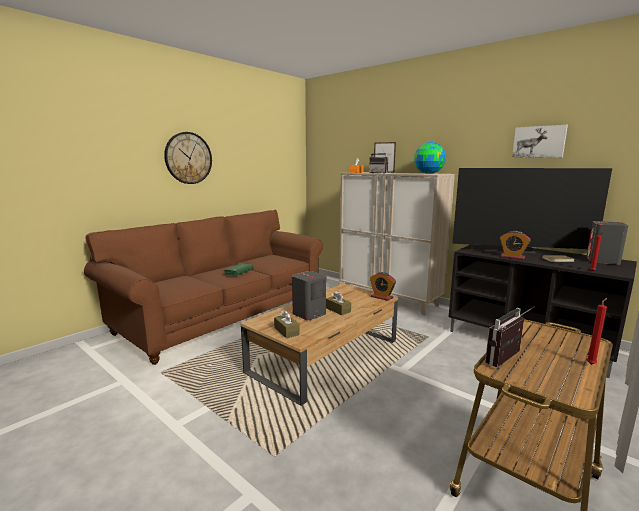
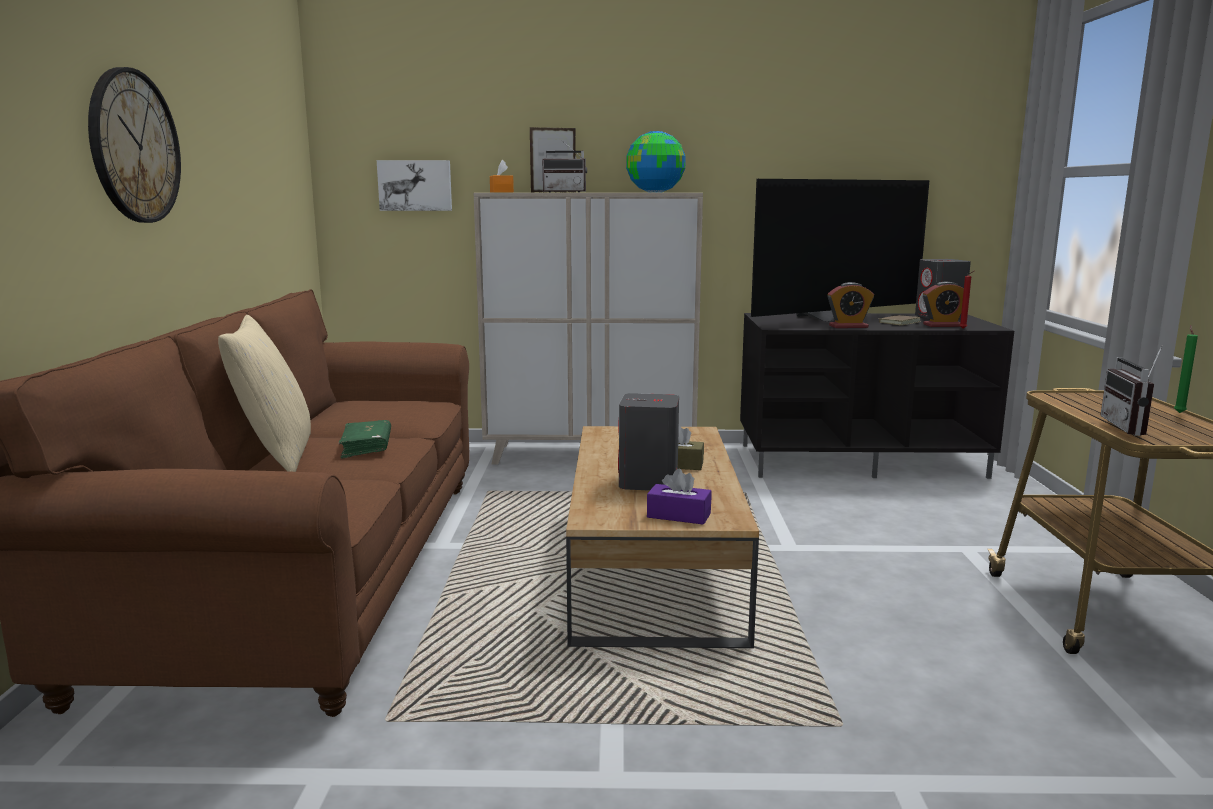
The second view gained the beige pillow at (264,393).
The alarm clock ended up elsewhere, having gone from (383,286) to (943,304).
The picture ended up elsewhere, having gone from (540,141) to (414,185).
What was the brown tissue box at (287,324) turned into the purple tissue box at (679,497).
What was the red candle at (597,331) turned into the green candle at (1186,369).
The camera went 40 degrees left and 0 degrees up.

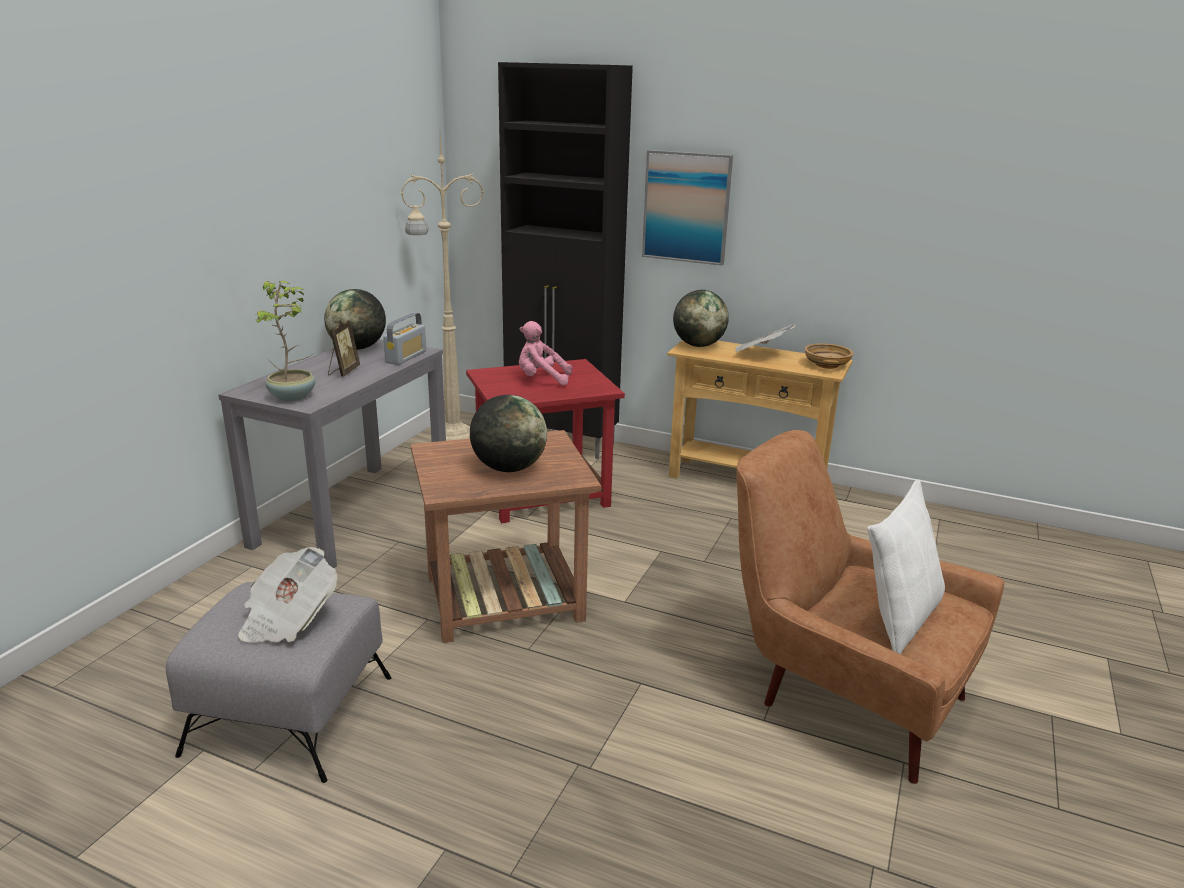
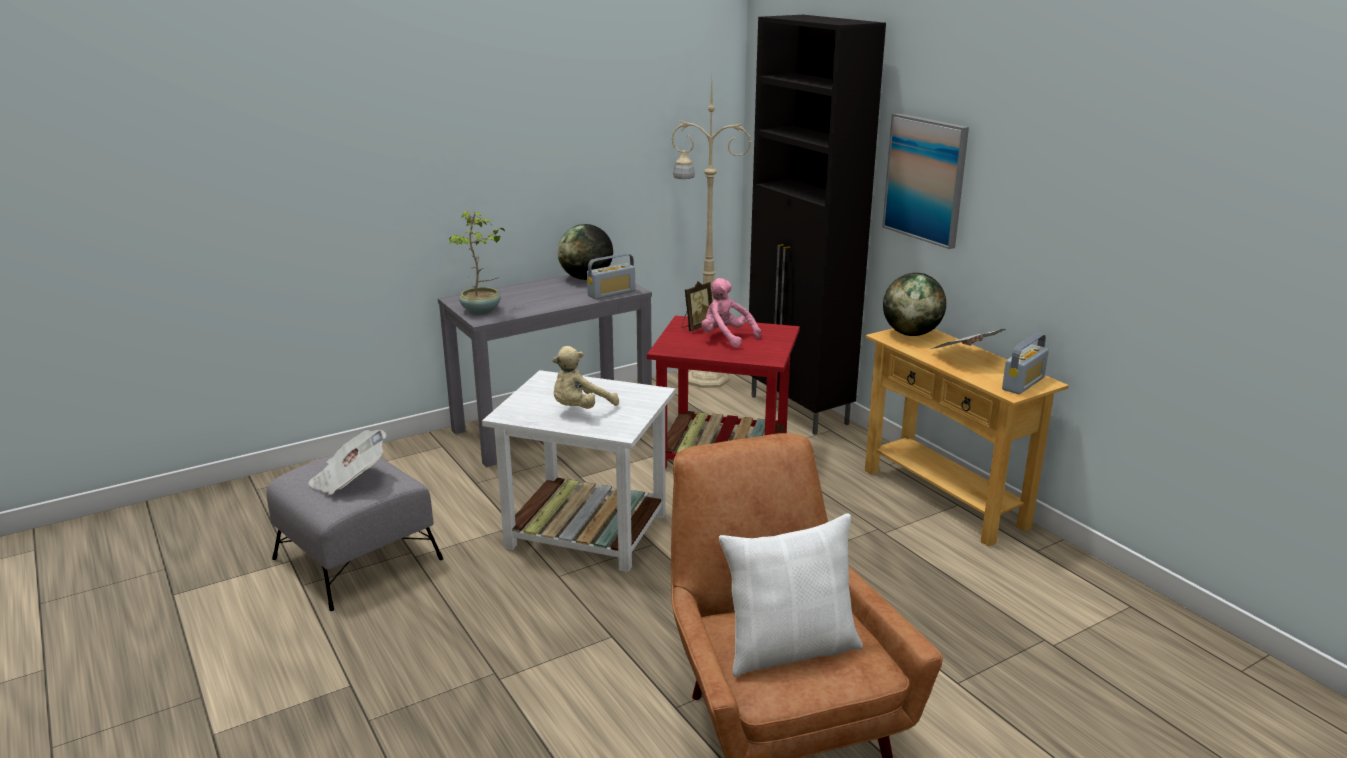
The picture frame ended up elsewhere, having gone from (344,348) to (697,306).
Where the globe stood at (508,433), the beige plush toy came to stand at (585,377).
Where the beige bowl stood at (829,356), the radio came to stand at (1025,363).
What was the brown side table at (506,536) turned into the white side table at (578,471).
The camera went 35 degrees right and 0 degrees up.

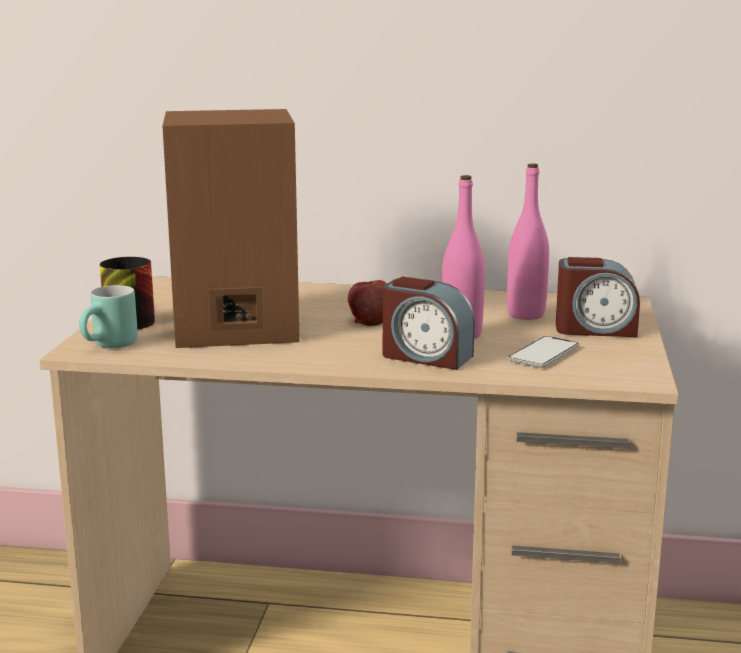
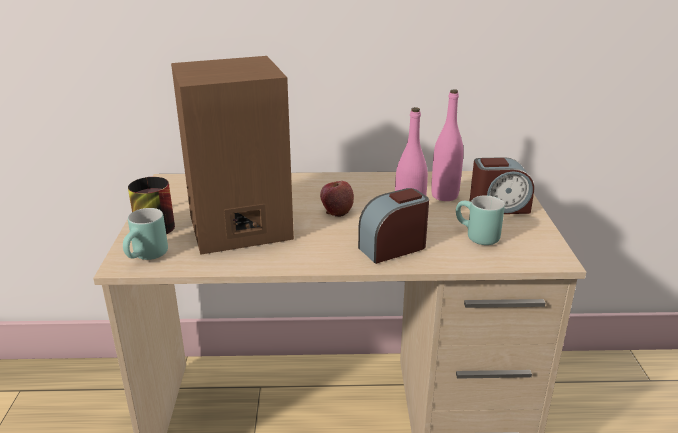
Where the phone stood at (543,352), the turquoise mug came to stand at (480,220).
The alarm clock at (429,323) ended up facing another way, 135 degrees clockwise from before.
The camera went 10 degrees left and 10 degrees up.

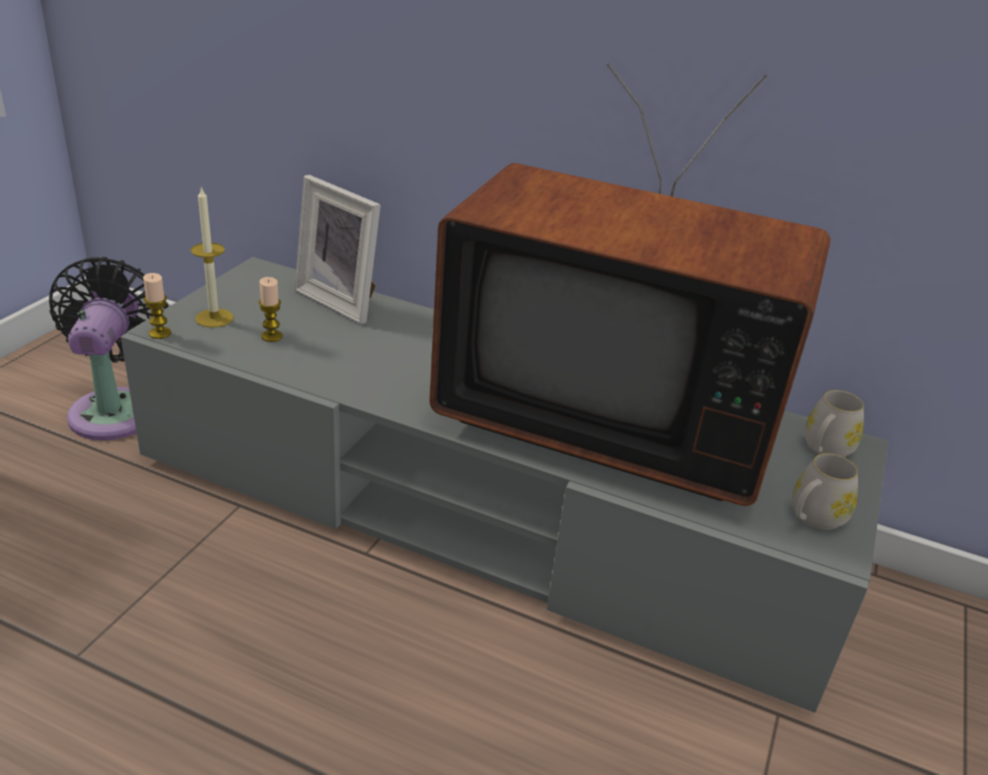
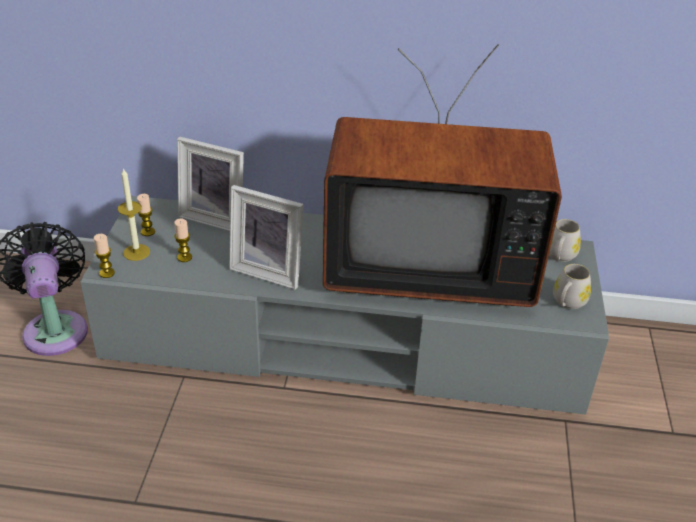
The second view gained the candle at (146,215).
The second view gained the picture frame at (266,237).
The camera went 15 degrees left and 5 degrees up.

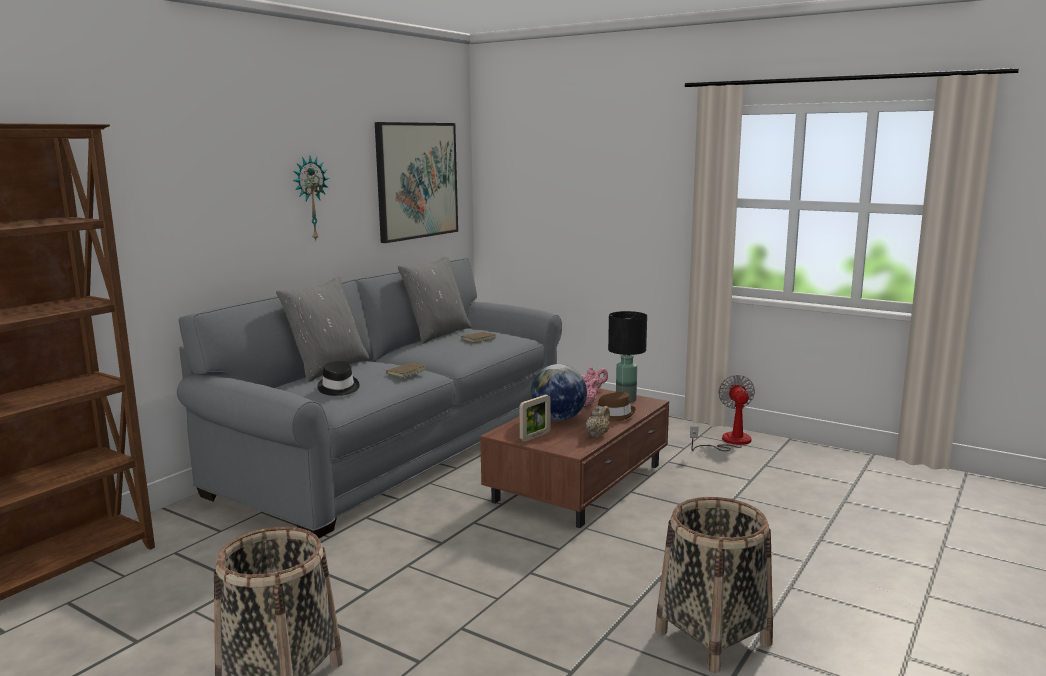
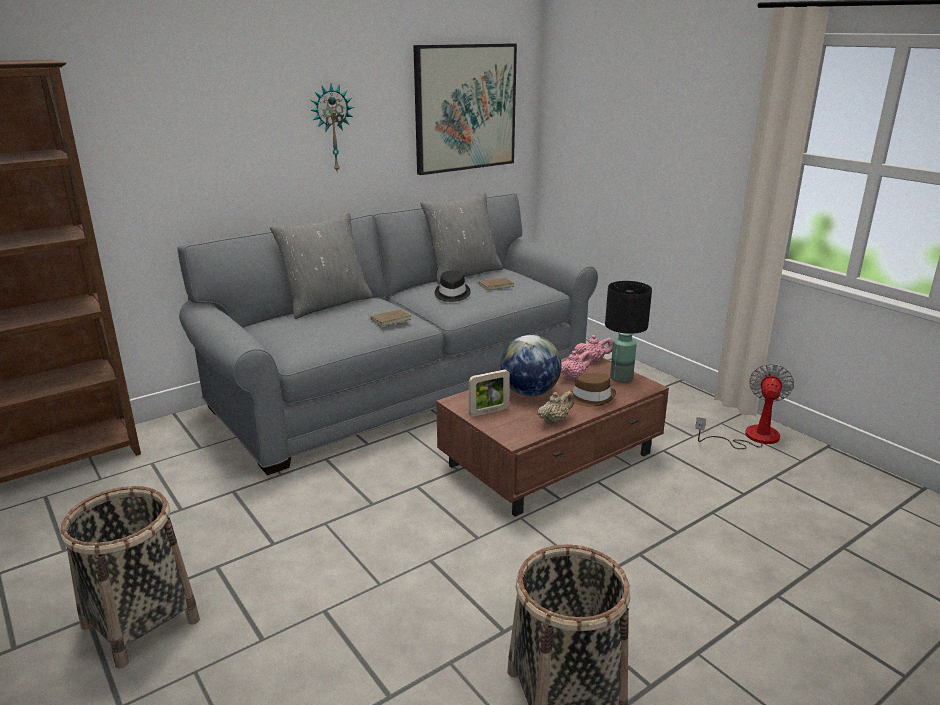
The black hat ended up elsewhere, having gone from (338,378) to (452,286).
The camera went 20 degrees right and 10 degrees up.

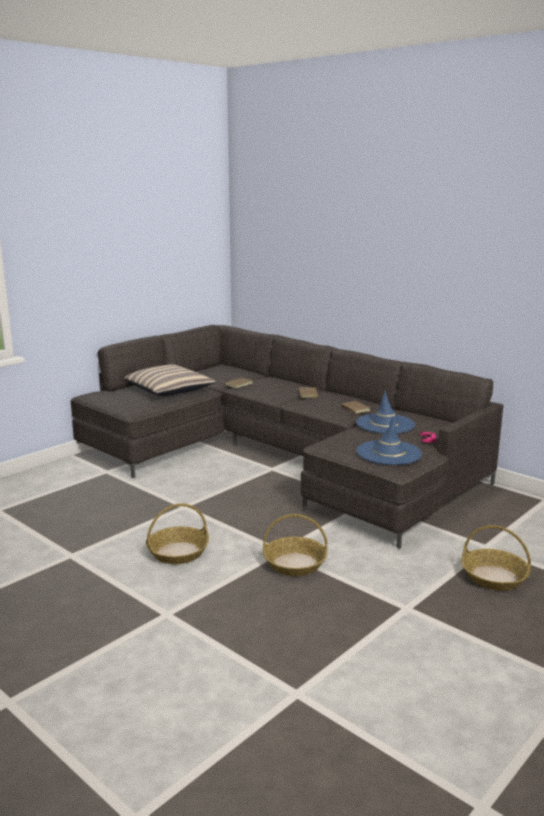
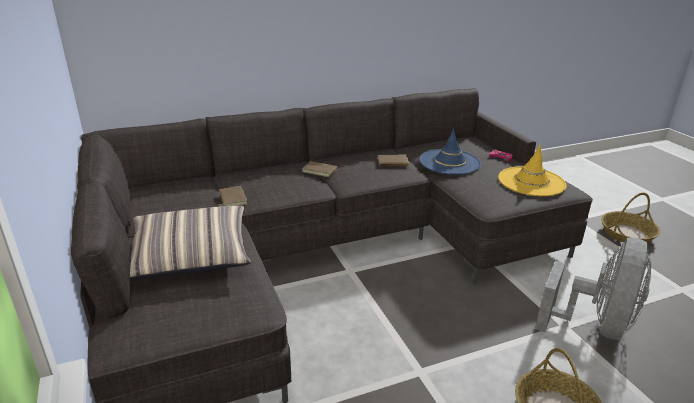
Where the basket stood at (295,545), the grey fan came to stand at (593,288).
What was the blue hat at (389,440) turned into the yellow hat at (532,170).
The camera went 65 degrees left and 10 degrees up.

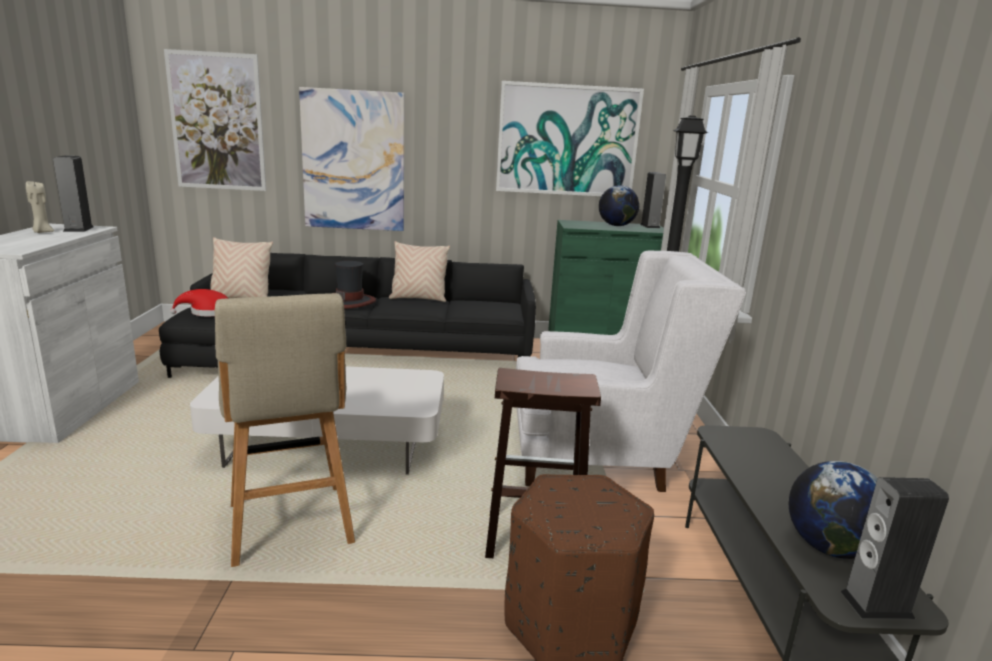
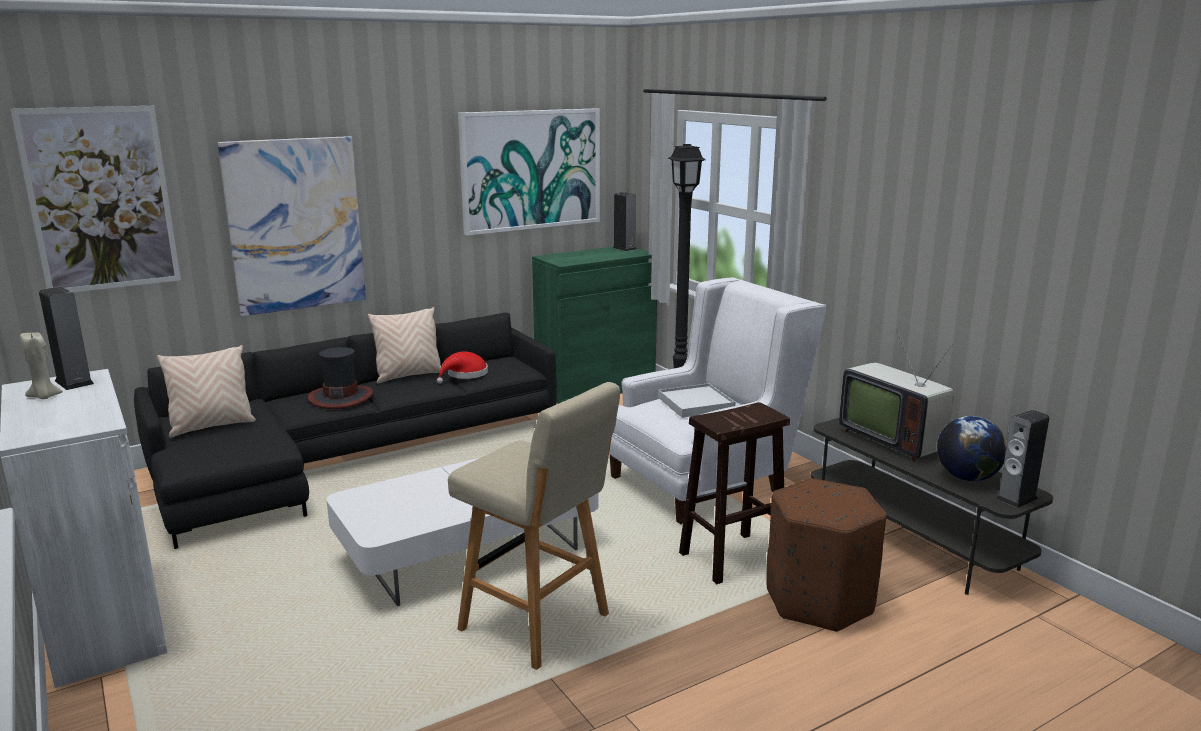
The second view lost the globe at (619,205).
The second view gained the white tray at (696,400).
The second view gained the television at (896,396).
The red hat ended up elsewhere, having gone from (199,302) to (462,368).
The camera went 30 degrees left and 0 degrees up.

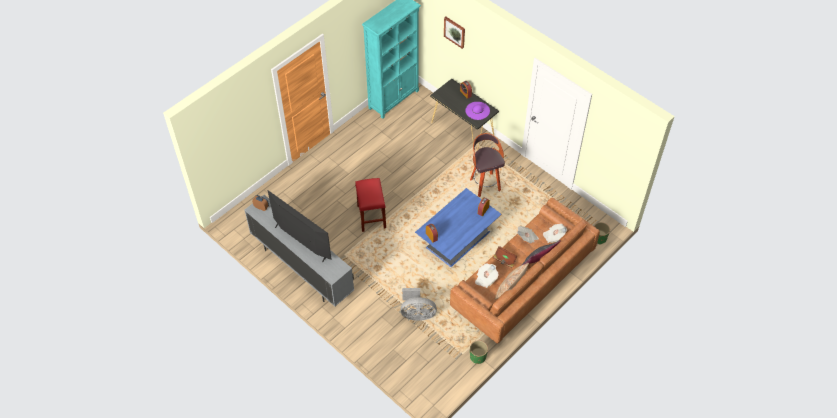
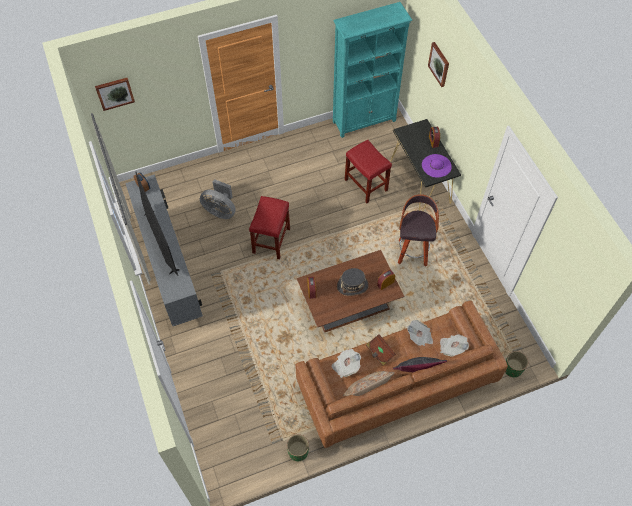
The second view gained the picture at (115,94).
The second view gained the grey hat at (353,282).
The second view gained the red stool at (368,171).
The grey fan ended up elsewhere, having gone from (418,304) to (217,199).
What was the blue coffee table at (458,227) turned into the brown coffee table at (350,291).
The camera went 25 degrees right and 5 degrees up.

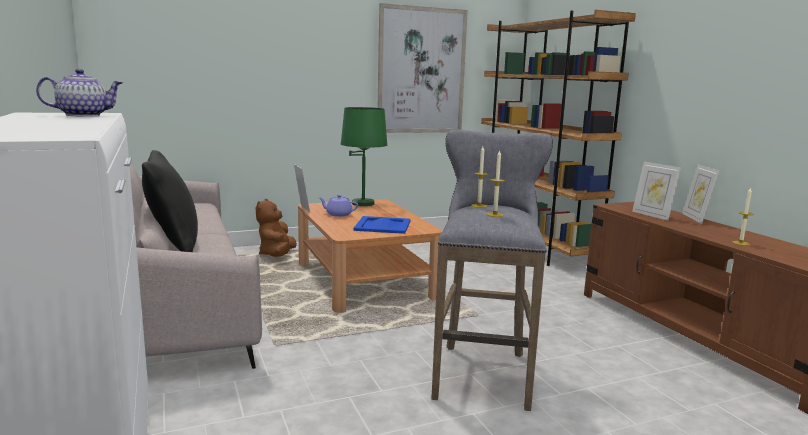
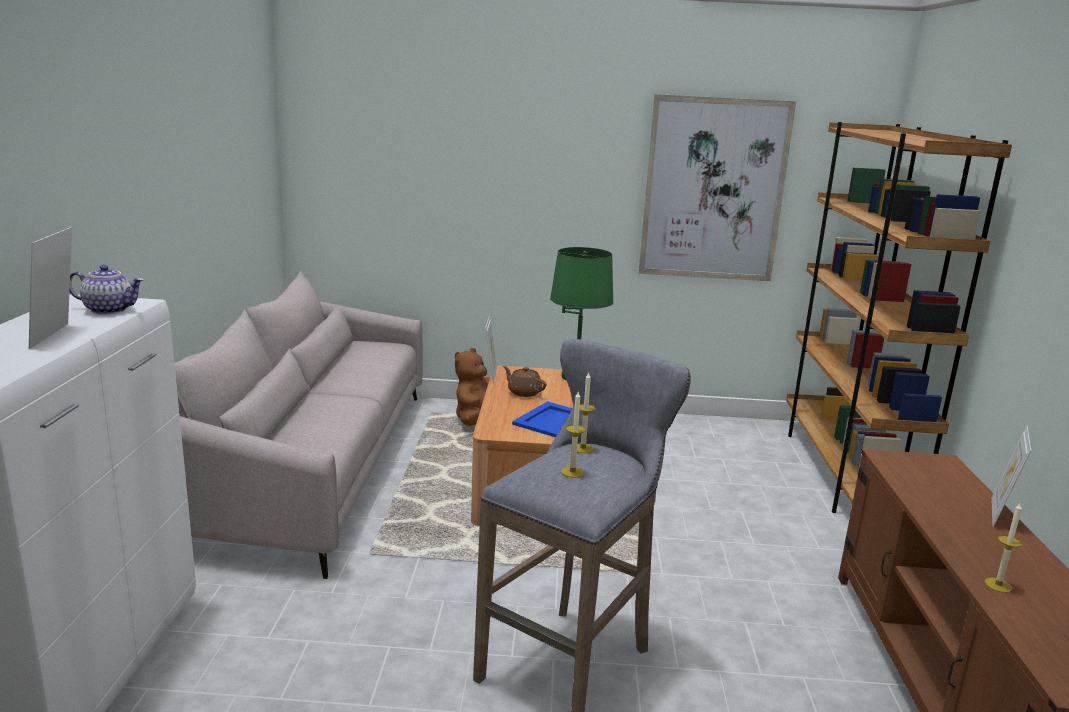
The second view lost the black pillow at (170,201).
The picture frame ended up elsewhere, having gone from (656,190) to (50,288).
What was the purple teapot at (338,206) turned into the brown teapot at (524,381).
The camera went 25 degrees right and 5 degrees up.

